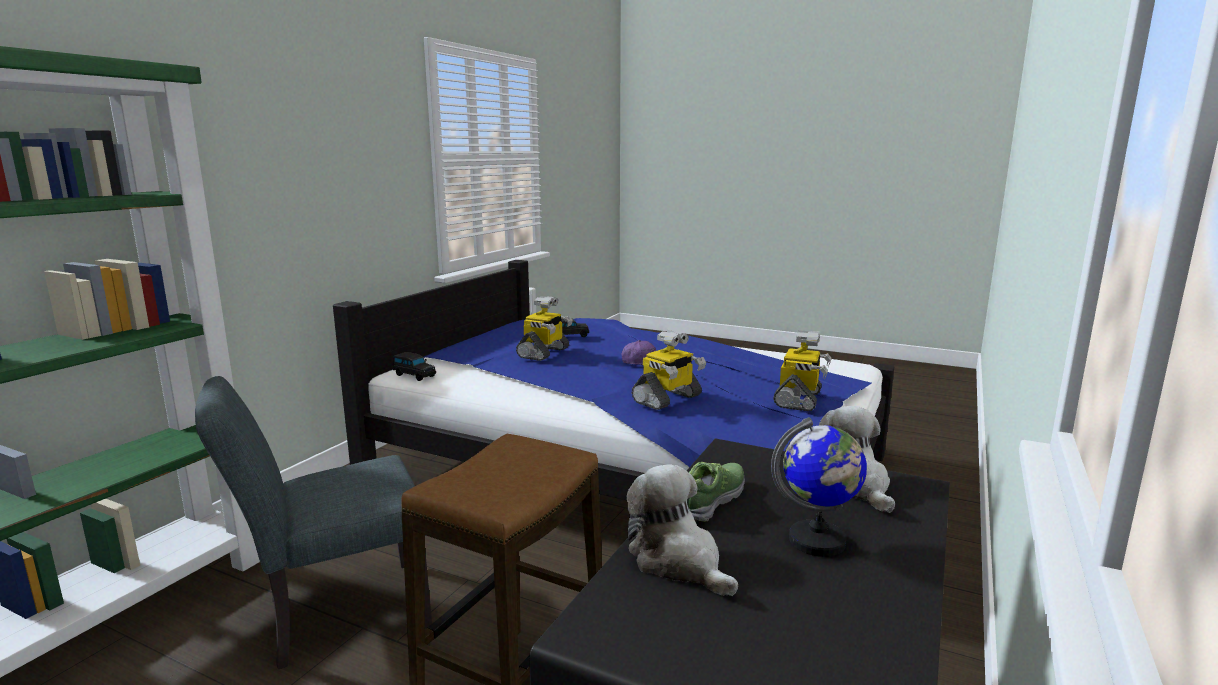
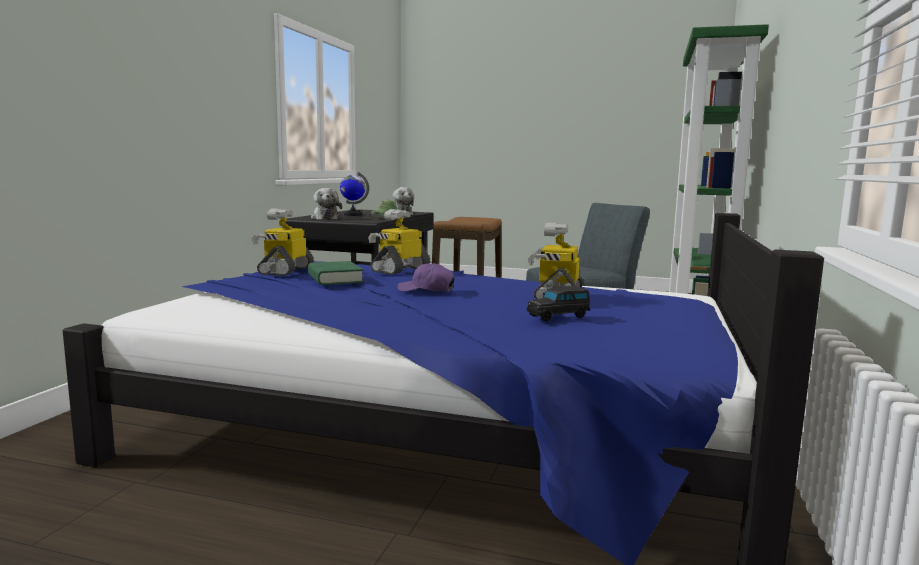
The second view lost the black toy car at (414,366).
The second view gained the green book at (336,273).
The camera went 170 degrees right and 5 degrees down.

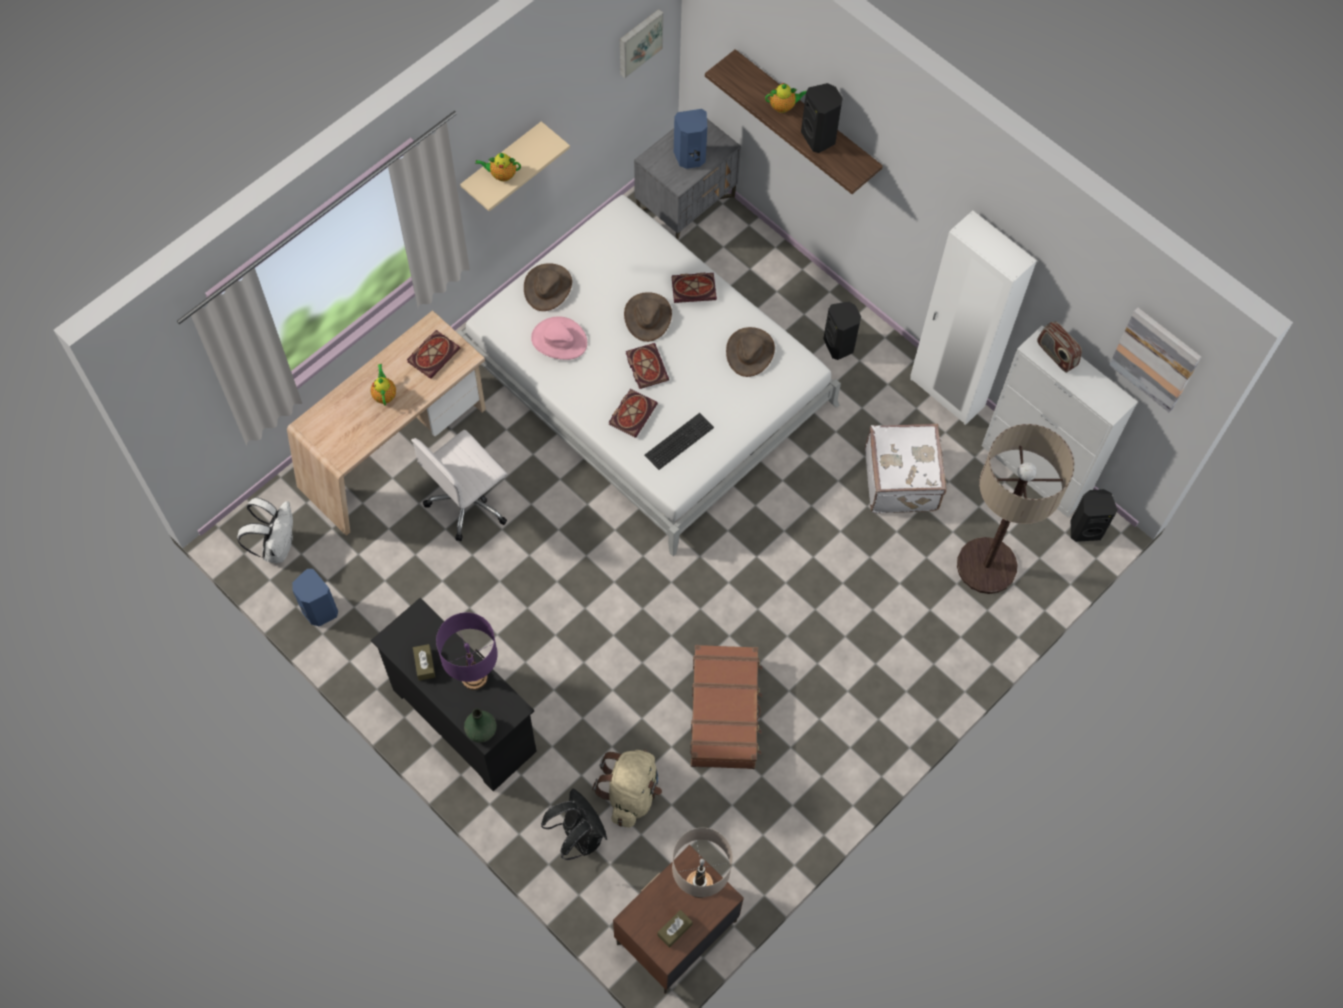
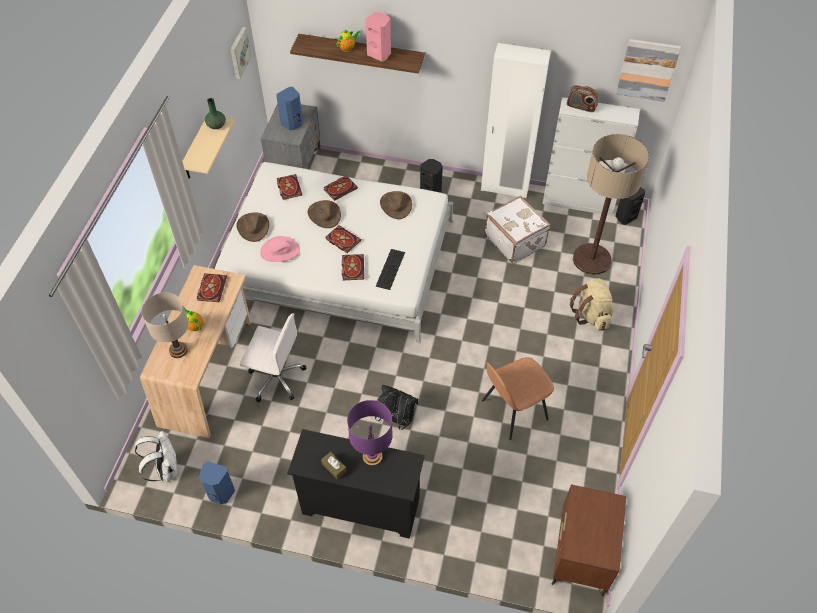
The second view lost the teapot at (498,167).
The second view lost the brown tissue box at (675,929).
The second view gained the book at (289,187).
The green vase ended up elsewhere, having gone from (480,725) to (215,113).
The black backpack ended up elsewhere, having gone from (574,824) to (397,407).
The beige backpack ended up elsewhere, having gone from (627,789) to (592,305).
The beige table lamp ended up elsewhere, having gone from (702,863) to (165,325).
Where the brown suitcase stood at (726,707), the brown chair came to stand at (518,398).
What was the black speaker at (821,118) turned into the pink speaker at (378,36).
The white office chair at (459,485) ended up facing another way, 90 degrees counterclockwise from before.
The camera went 30 degrees left and 10 degrees down.

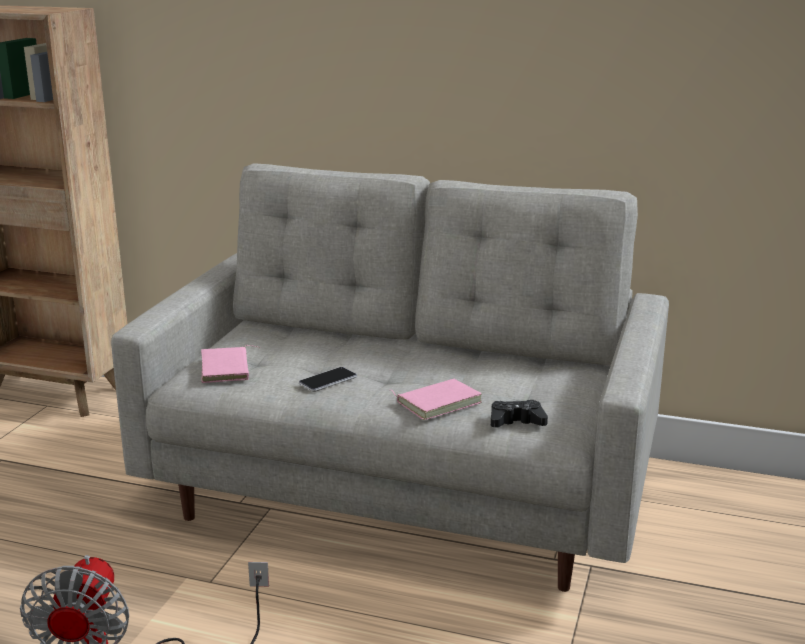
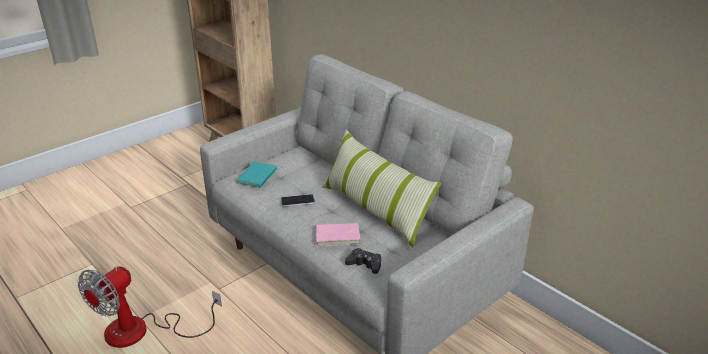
The second view gained the pillow at (381,188).
What was the pink book at (230,364) turned into the turquoise book at (260,175).
The camera went 30 degrees right and 10 degrees up.

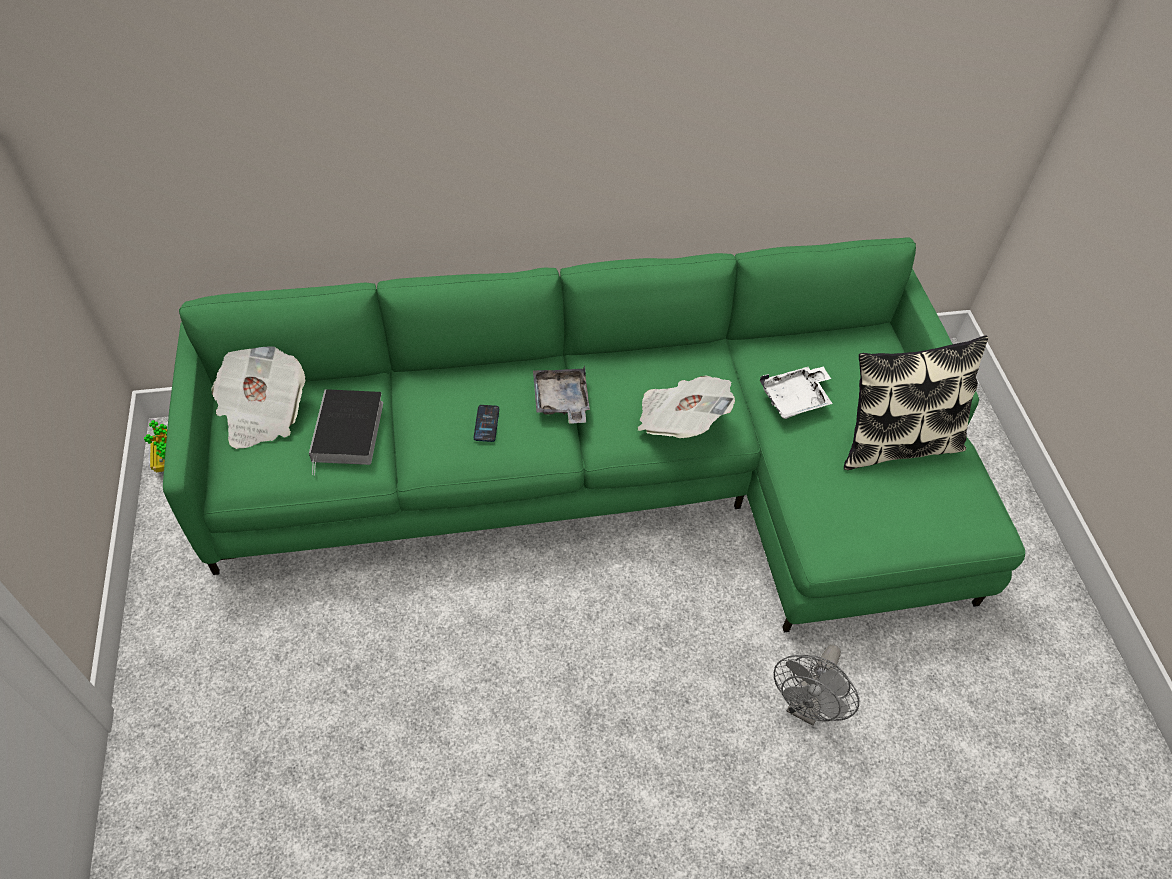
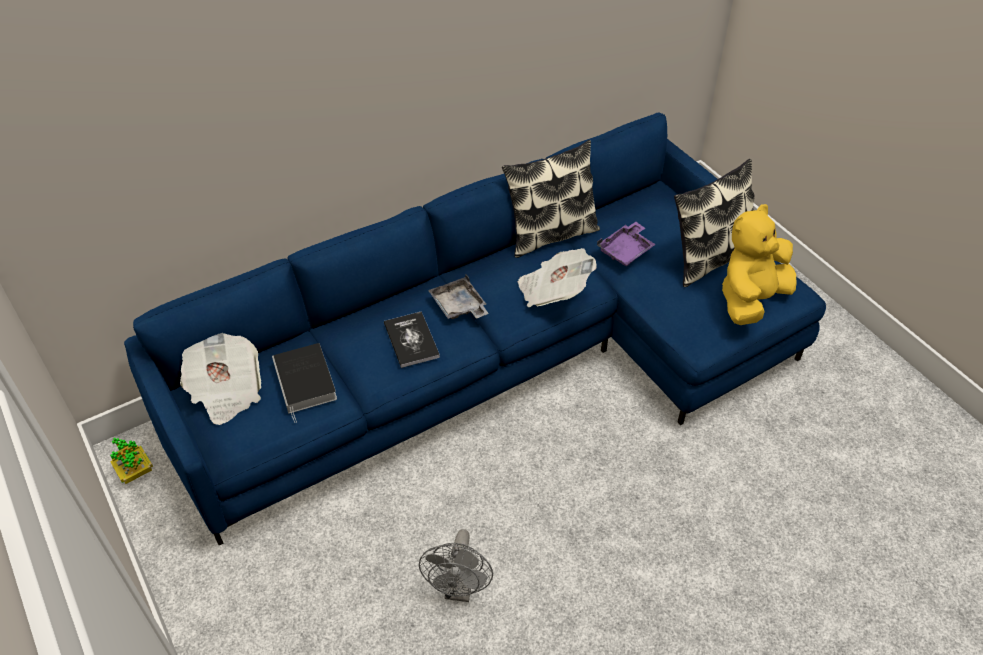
The second view gained the pillow at (551,199).
The second view gained the yellow plush toy at (759,264).
The grey fan ended up elsewhere, having gone from (816,685) to (456,565).
Where the phone stood at (486,423), the book came to stand at (412,339).
What was the green sofa at (594,434) turned into the blue sofa at (475,328).
What was the white tray at (796,392) turned into the purple tray at (626,244).
The camera went 20 degrees left and 5 degrees down.

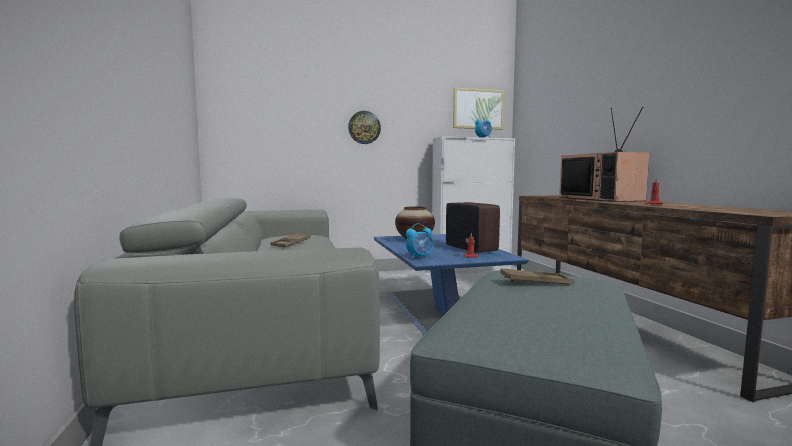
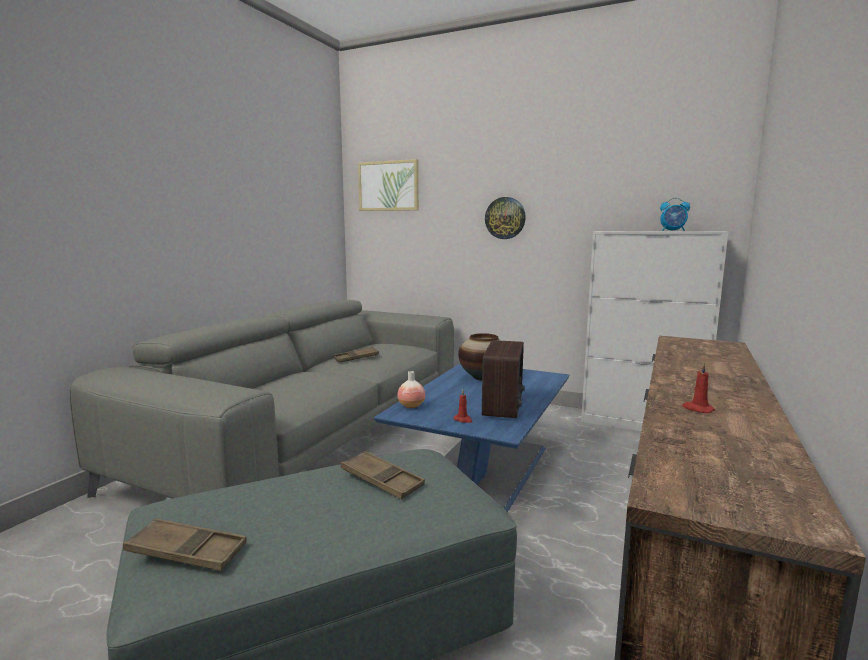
The second view lost the television at (604,154).
The second view gained the brown tray at (185,544).
The picture ended up elsewhere, having gone from (478,109) to (388,185).
Where the alarm clock stood at (419,241), the vase came to stand at (411,389).
The camera went 40 degrees right and 5 degrees up.

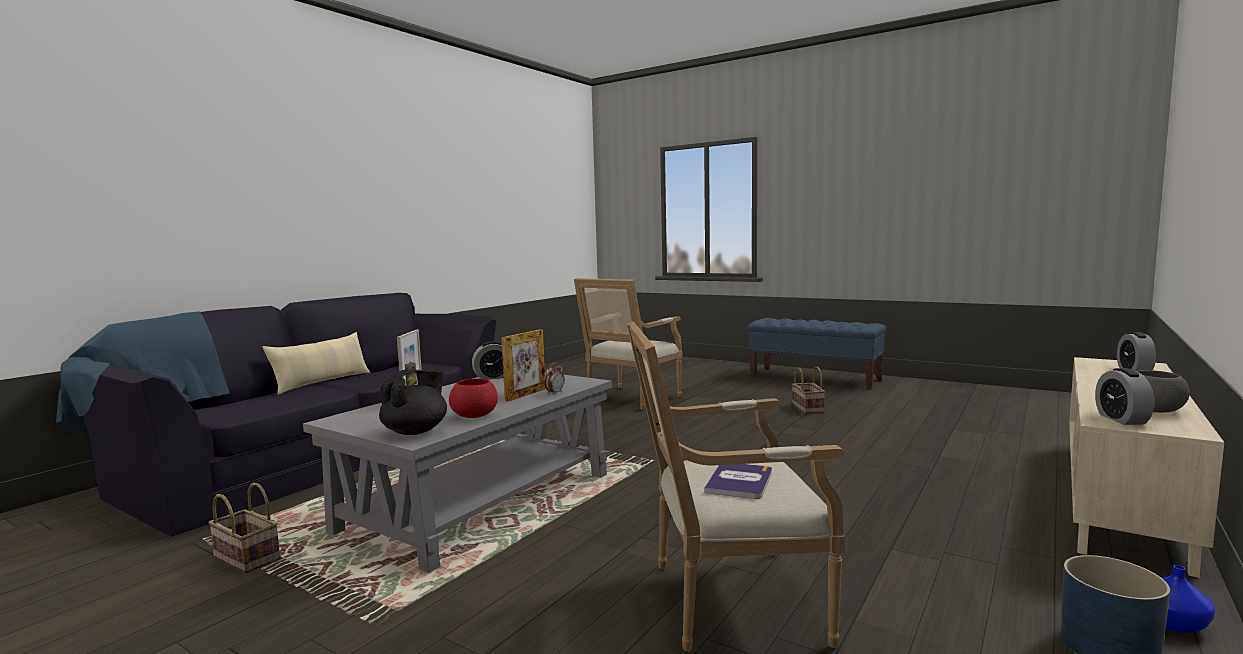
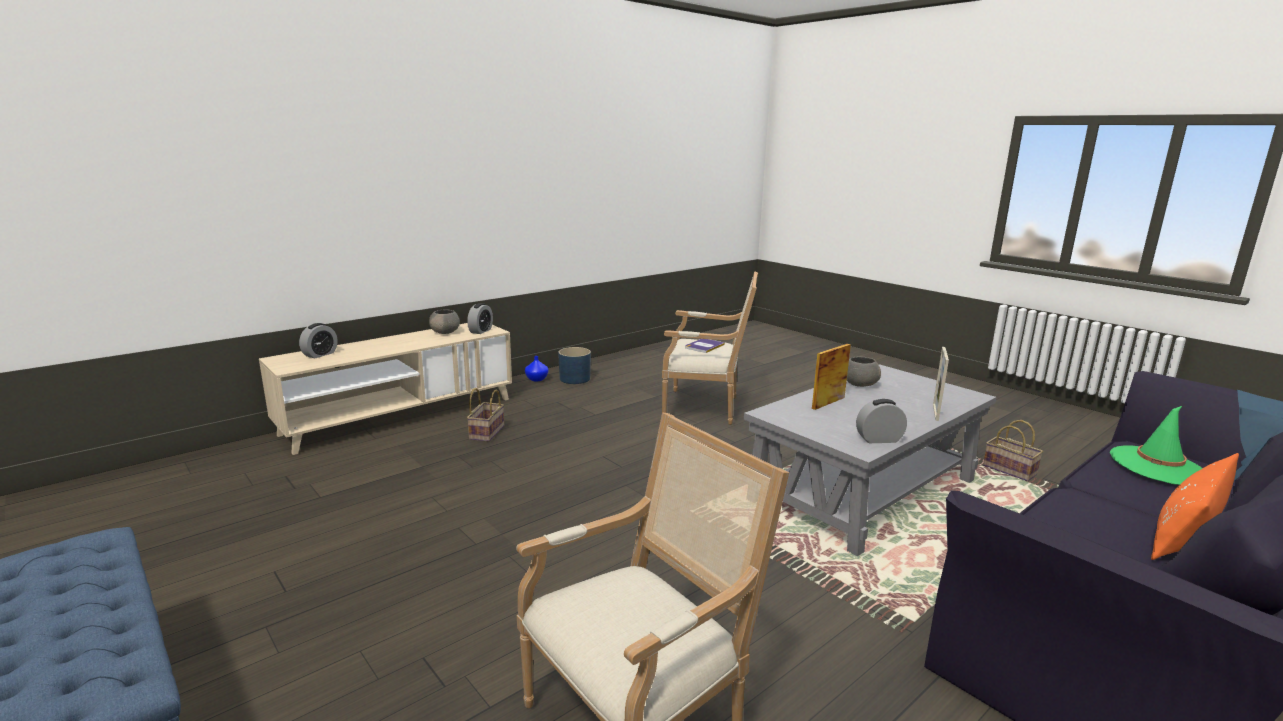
The second view lost the black teapot at (413,402).
The second view lost the alarm clock at (554,379).
The second view gained the green hat at (1156,445).
The basket ended up elsewhere, having gone from (808,390) to (485,415).
What was the beige pillow at (316,363) turned into the orange pillow at (1195,506).
What was the red bowl at (473,398) turned into the grey bowl at (864,372).
The camera went 165 degrees left and 10 degrees up.

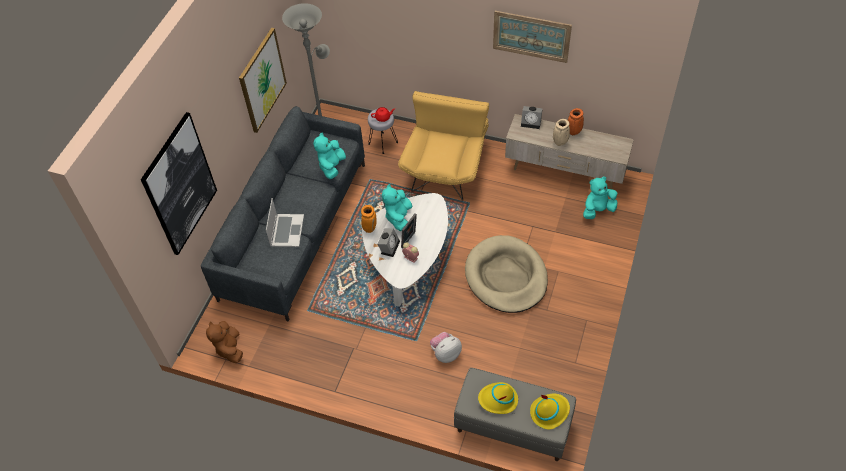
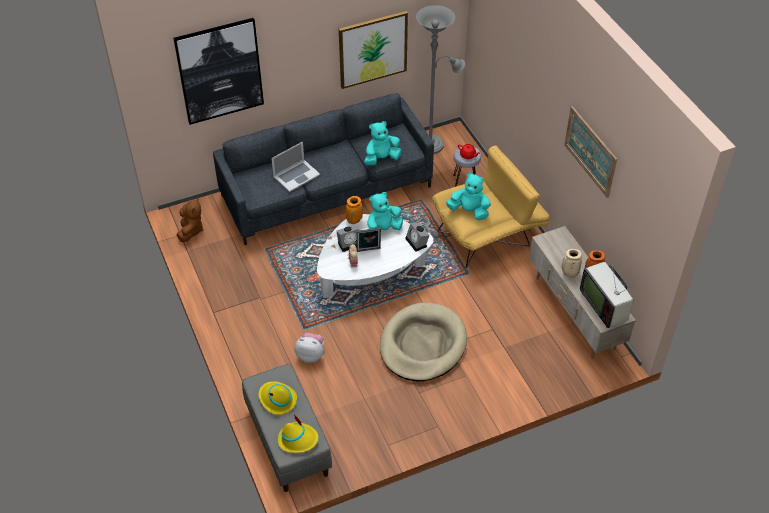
The second view gained the television at (606,295).
The alarm clock ended up elsewhere, having gone from (532,117) to (417,237).
The turquoise plush toy ended up elsewhere, having gone from (600,198) to (468,196).
The brown plush toy at (224,342) ended up facing another way, 150 degrees clockwise from before.
The camera went 45 degrees right and 5 degrees down.

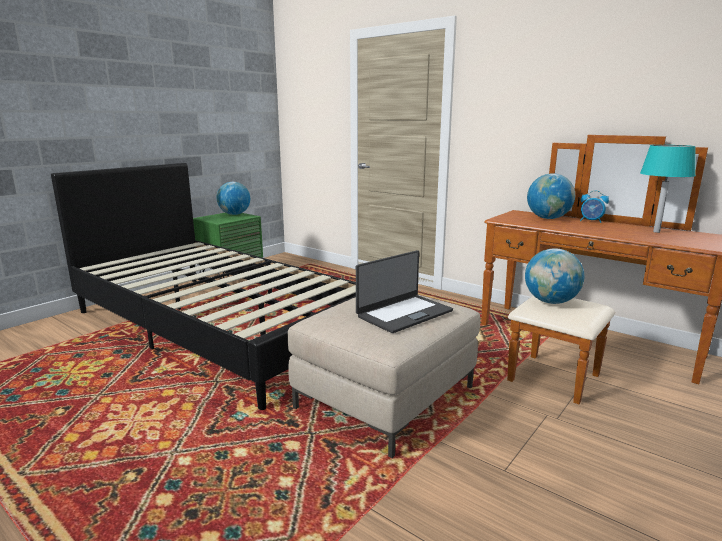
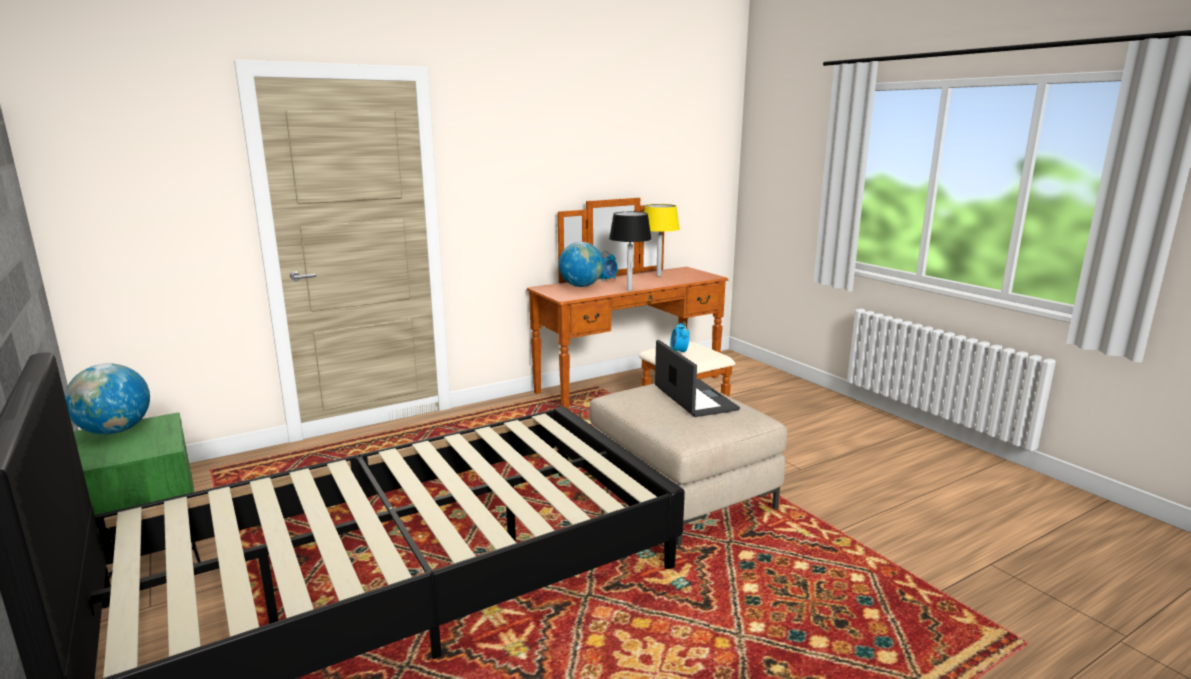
The second view gained the black table lamp at (630,250).
Where the globe stood at (554,276), the alarm clock came to stand at (680,336).
What was the turquoise table lamp at (668,189) turned into the yellow table lamp at (662,240).
The camera went 70 degrees left and 0 degrees up.

